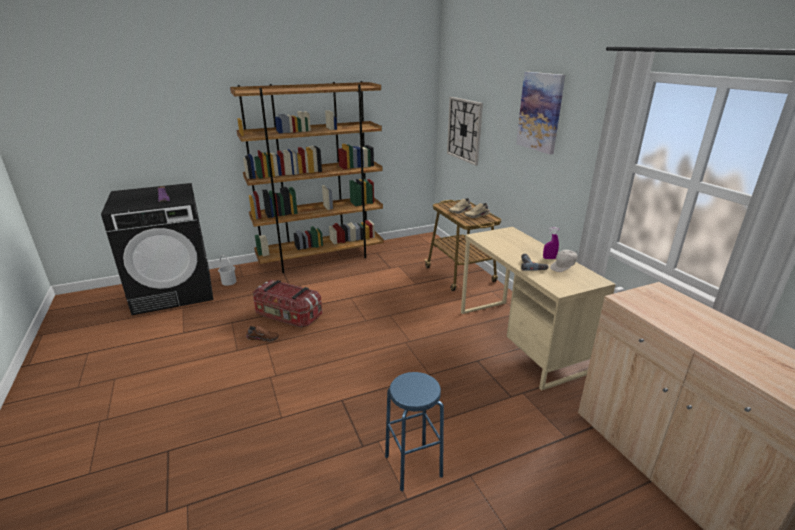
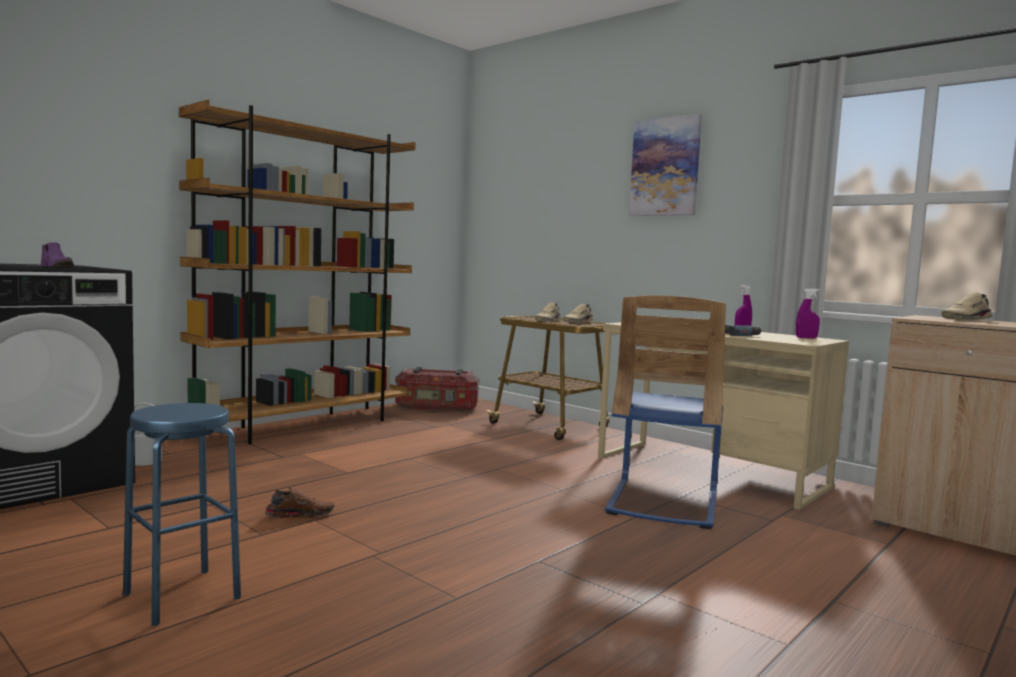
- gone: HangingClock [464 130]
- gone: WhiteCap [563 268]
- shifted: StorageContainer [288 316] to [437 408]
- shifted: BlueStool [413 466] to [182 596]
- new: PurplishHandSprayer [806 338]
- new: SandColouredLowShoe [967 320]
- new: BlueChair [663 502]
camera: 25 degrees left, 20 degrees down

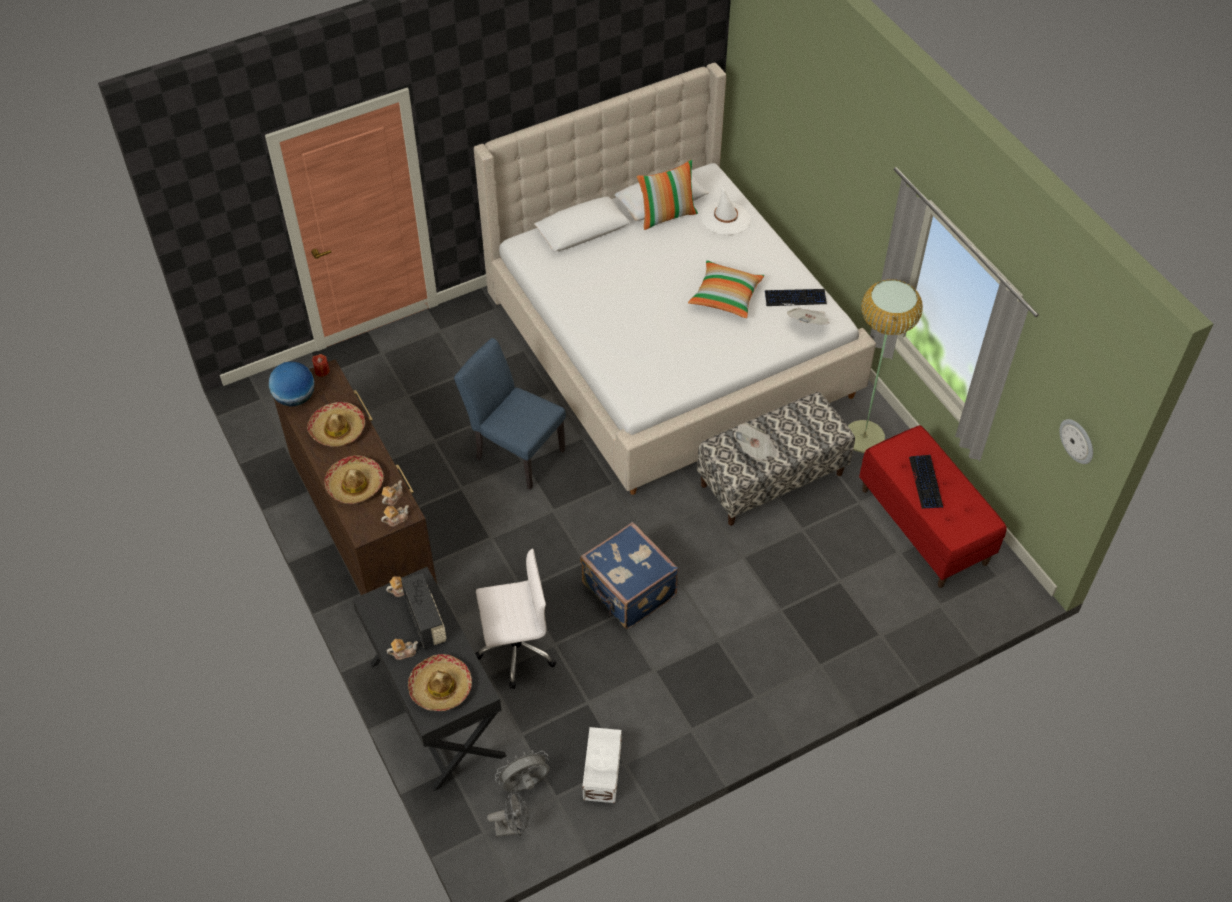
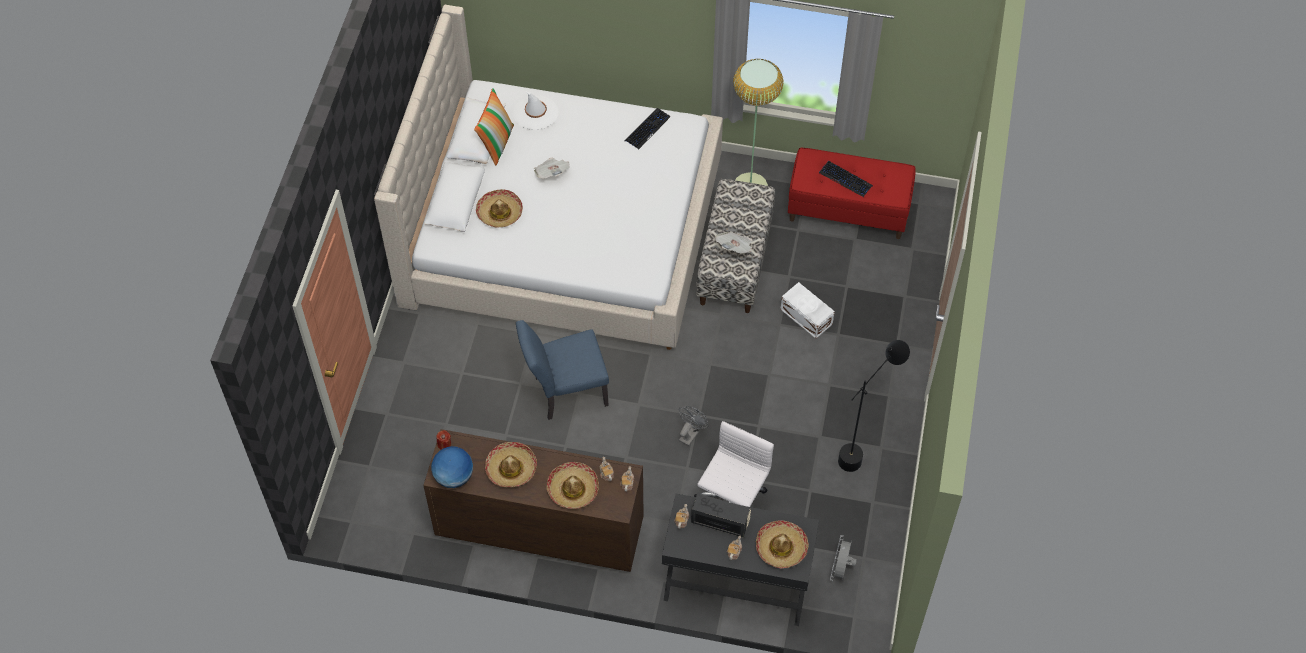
- gone: Cushion [725 296]
- shifted: PrintedPaper [808 324] to [552 173]
- gone: HangingClock [1077 440]
- gone: BlueSuitcase [628 591]
- shifted: WhiteStorageContainer [601 772] to [806 317]
- shifted: GreyCoolingFan [512 827] to [690 433]
- new: WearableHat [499 213]
- new: BlackFloorLamp [863 449]
camera: 50 degrees left, 5 degrees up

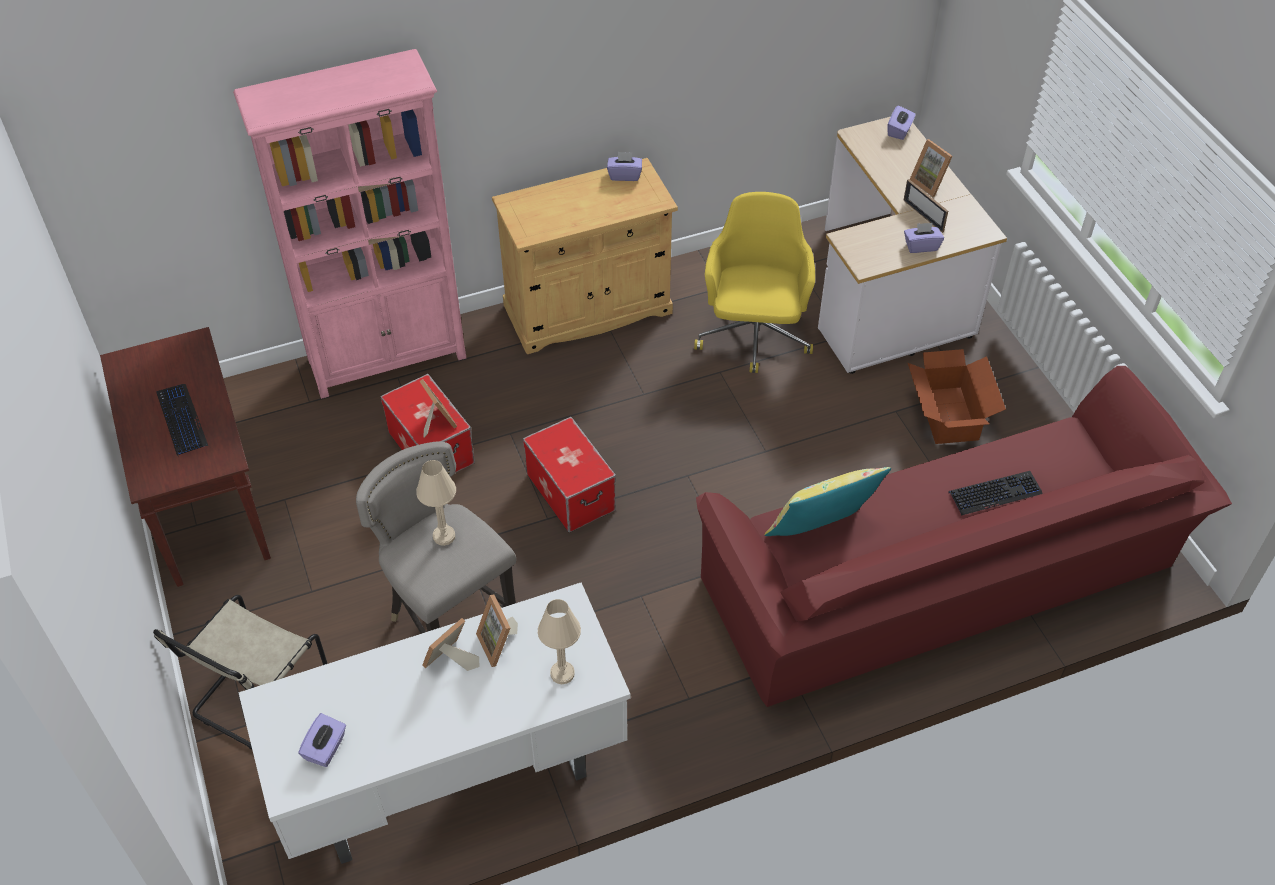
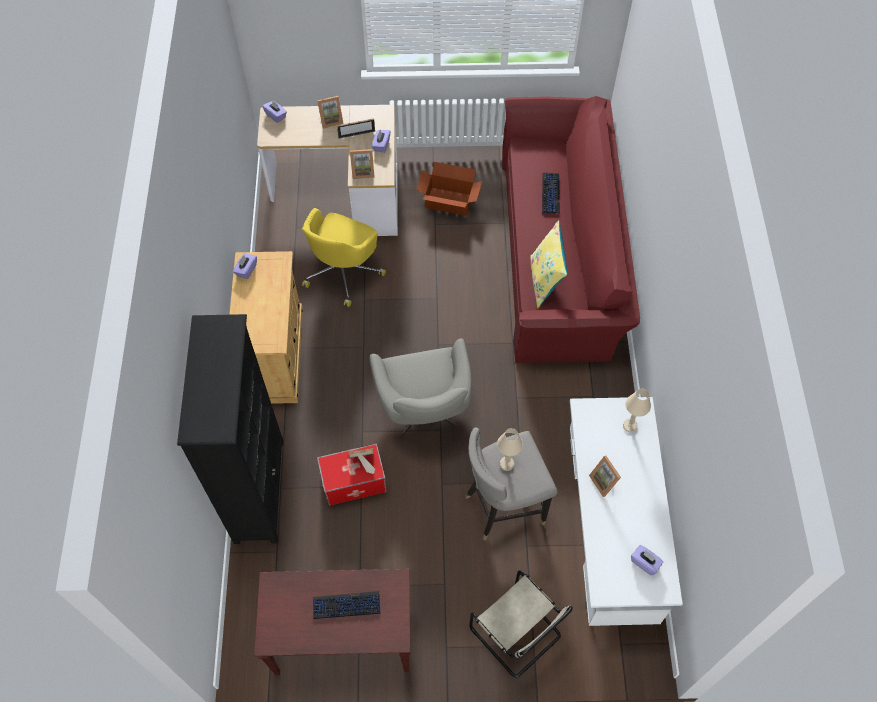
- repainted: PinkColouredBookshelf [388 358] to BlackBookshelf [259 490]
- rotated: YellowColouredComputerChair [754 336] = [343 271] 90 degrees counterclockwise
- swapped: StorageContainer [570 492] to GreyLoungeChair [425 411]
- shifted: StandingFrame [500 644] to [363 171]
camera: 70 degrees left, 10 degrees up

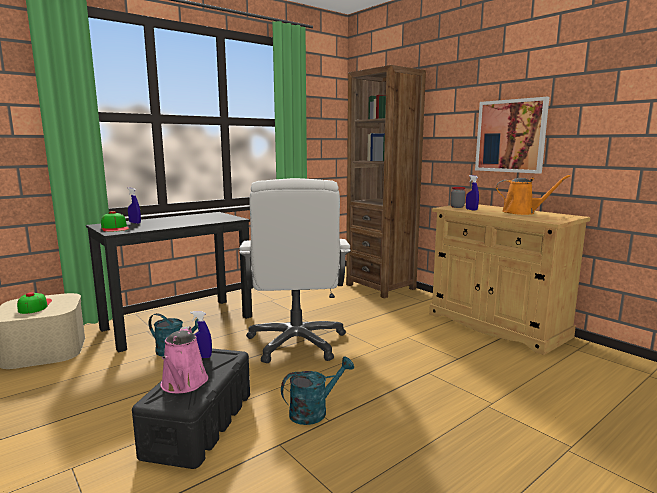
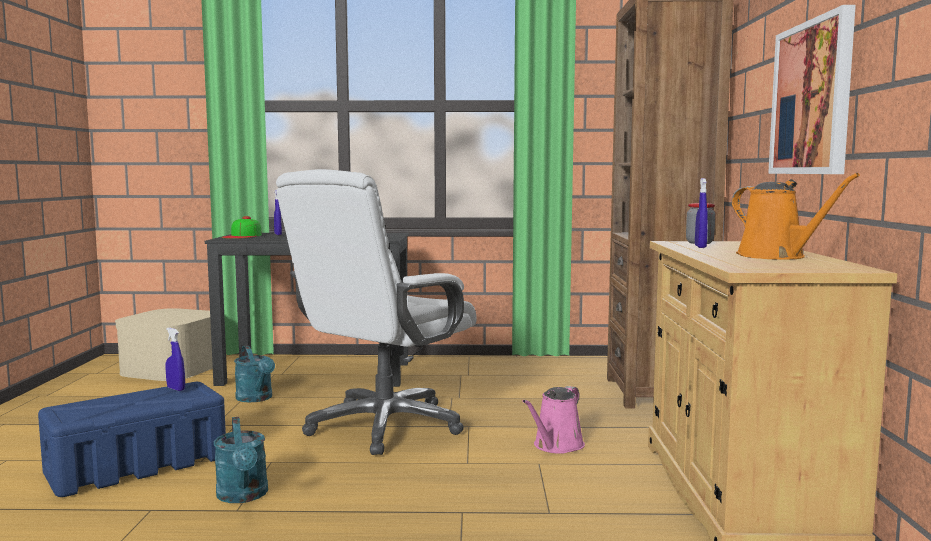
- gone: Cap [34 306]
- shifted: PinkColouredSprinklingCan [183 384] to [556 446]
- repainted: BlackStorageContainer [200 423] to BlueStorageContainer [139 465]
- rotated: TurquoiseSprinklingCan [314 411] = [243 496] 60 degrees clockwise
camera: 40 degrees right, 5 degrees down

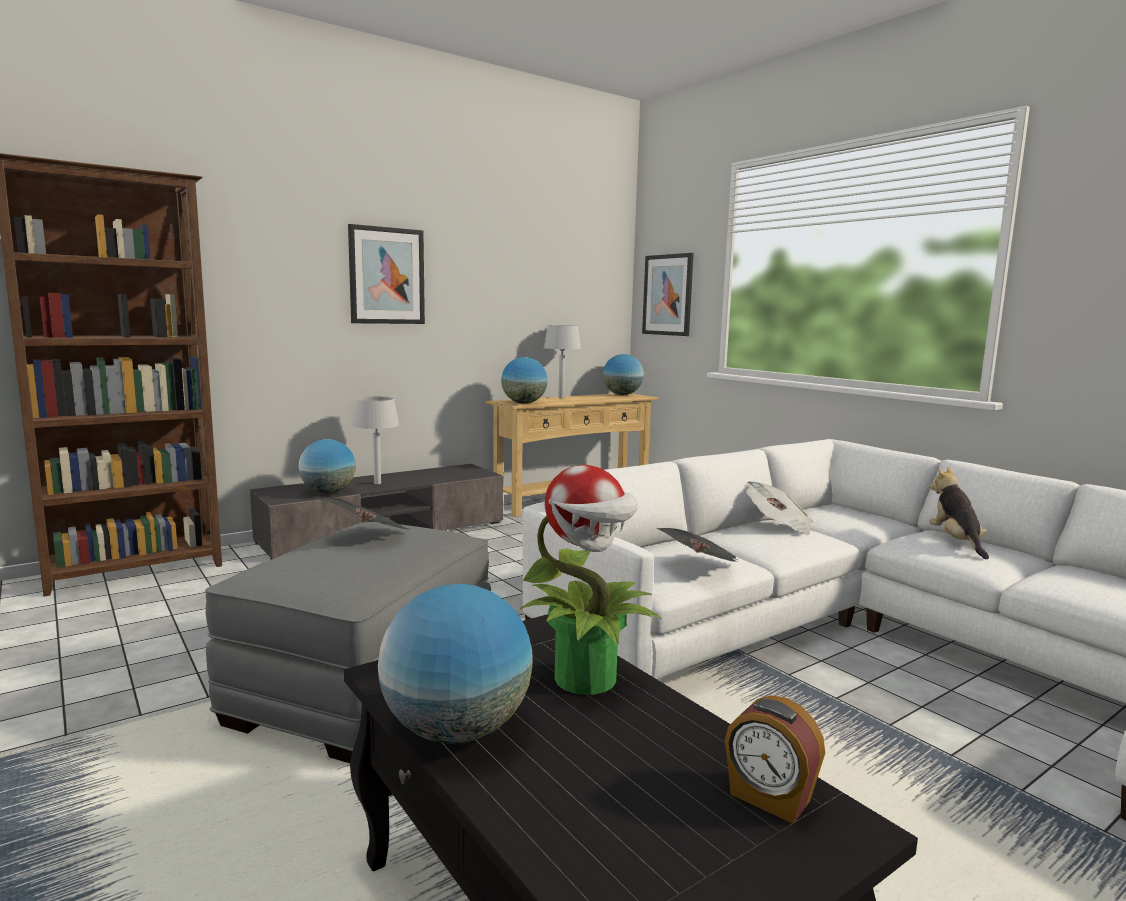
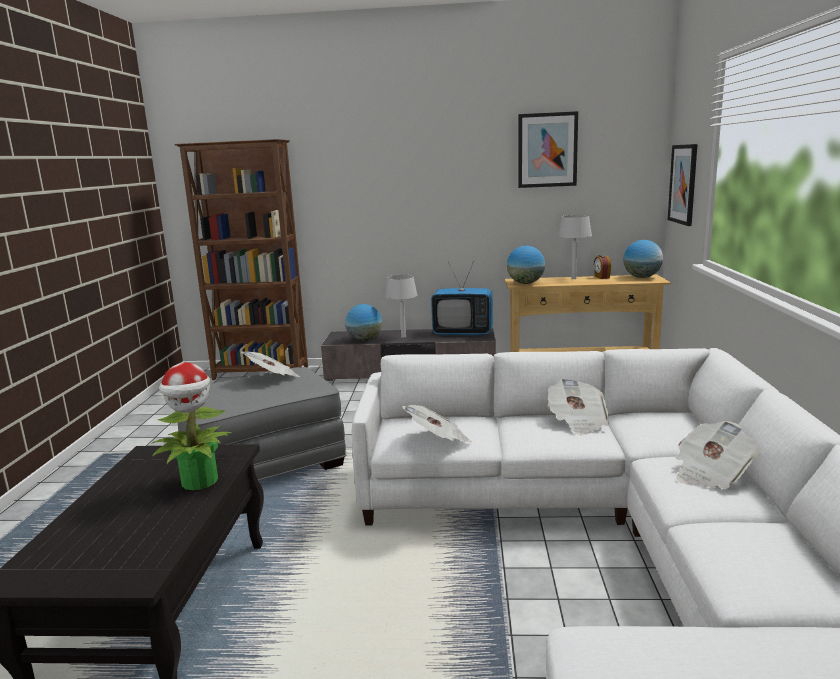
- shifted: Picture [386 276] to [547 150]
- swapped: SoftToy [956 542] to PrintedPaper [710 474]
- gone: WorldGlobe [456 731]
- shifted: BedsideClock [769 798] to [601 277]
- new: Television [463 333]
camera: 40 degrees right, 5 degrees up

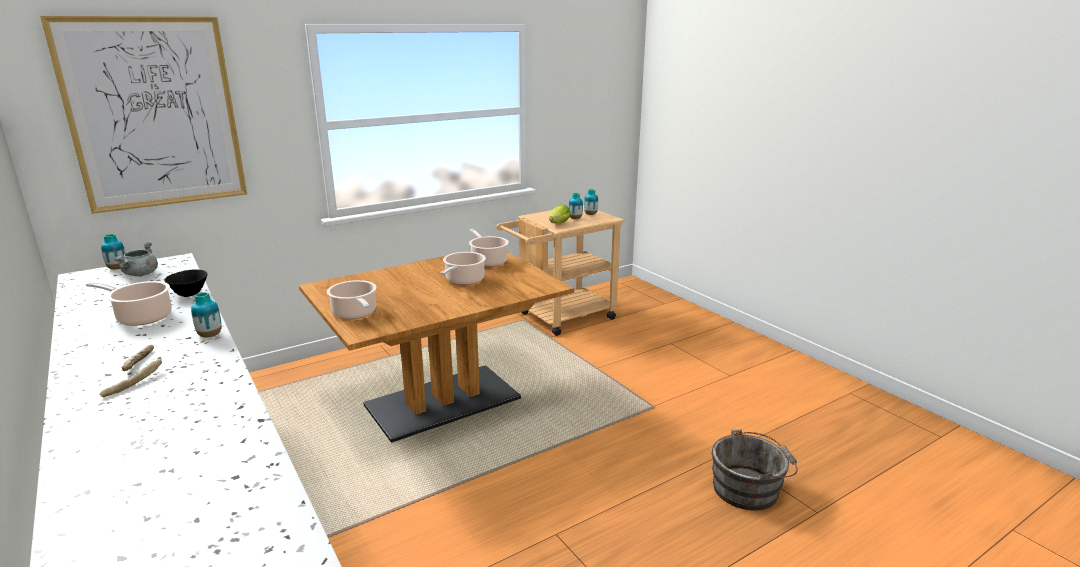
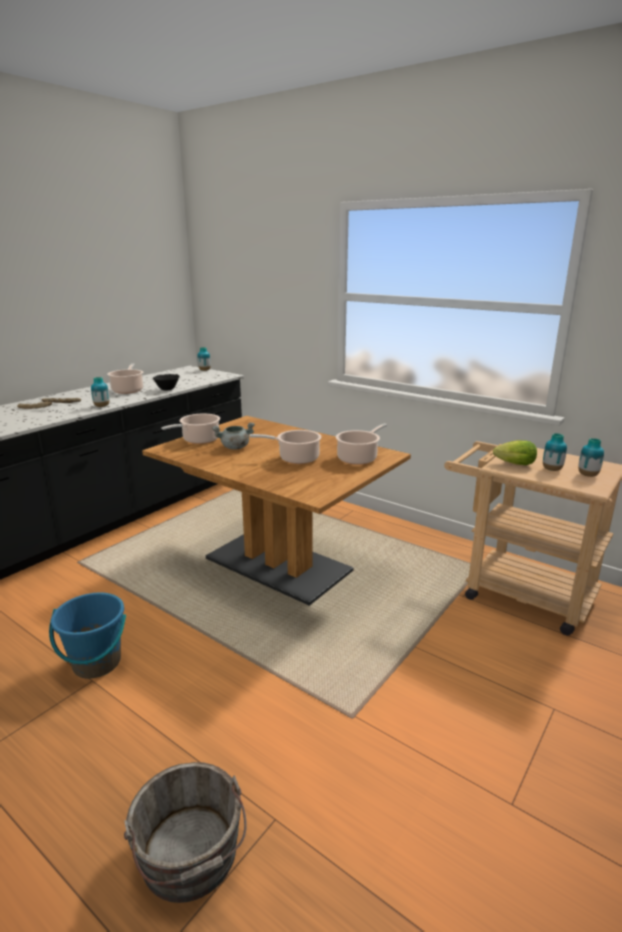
- gone: Picture [154 114]
- shifted: GreyCookingPot [141 274] to [234 447]
- new: BlueWaterBucket [96 663]
camera: 70 degrees right, 0 degrees up

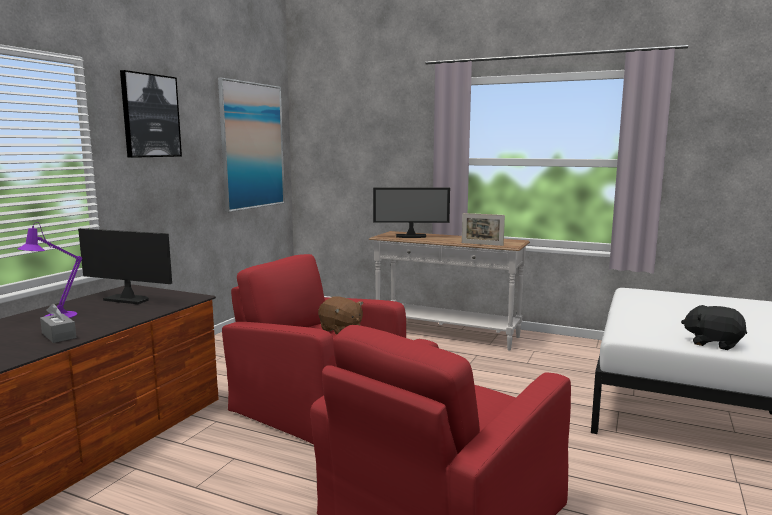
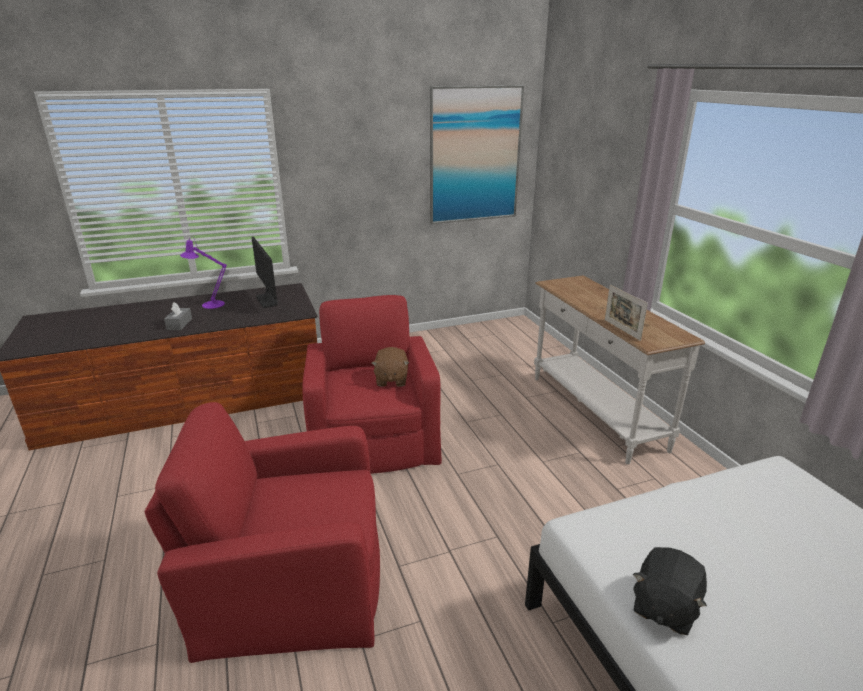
- gone: Picture [150 116]
- gone: ComputerScreen [411 236]
- rotated: BlackSoftToy [713 343] = [664 607] 135 degrees counterclockwise
camera: 45 degrees right, 15 degrees up

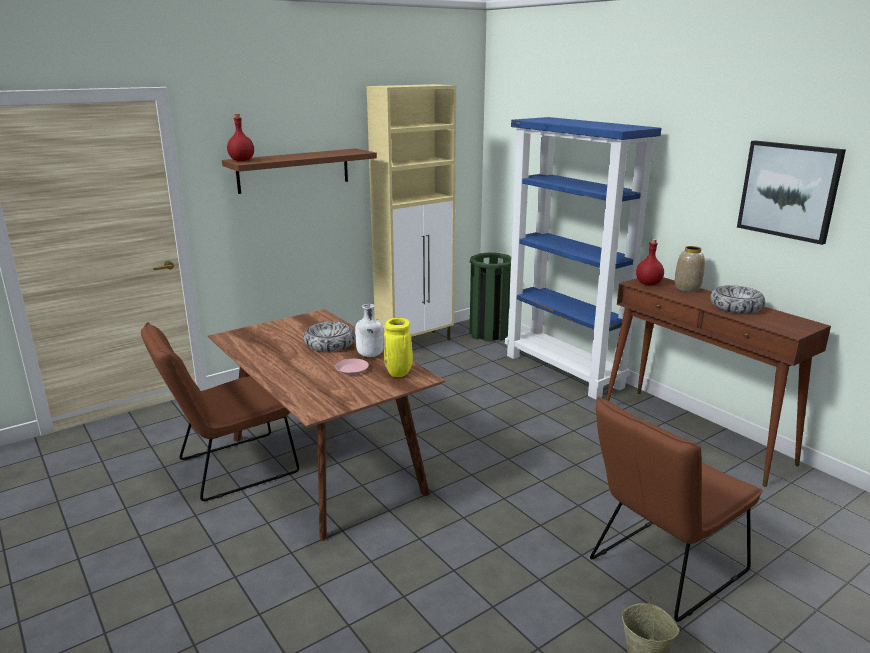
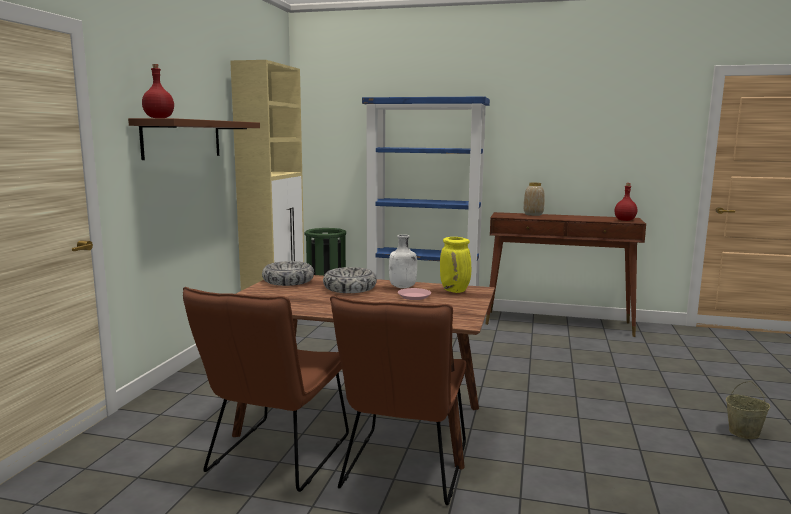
- gone: Picture [789 190]
- shifted: ReddishBeverageBottle [648 284] to [625 220]
- shifted: ServingBowl [736 307] to [288 281]
- shifted: BrownChair [660 569] to [402 471]
camera: 40 degrees left, 10 degrees down

